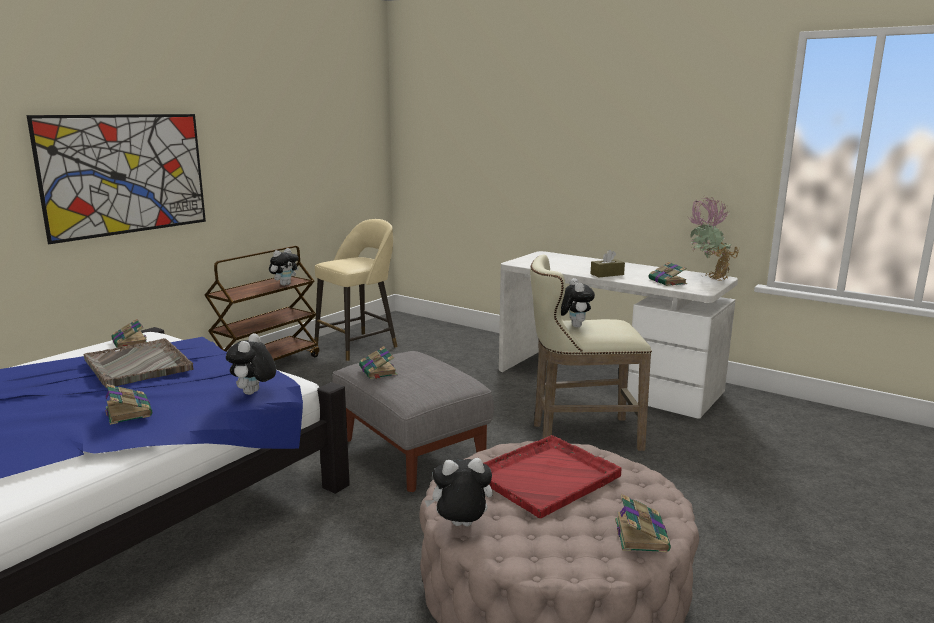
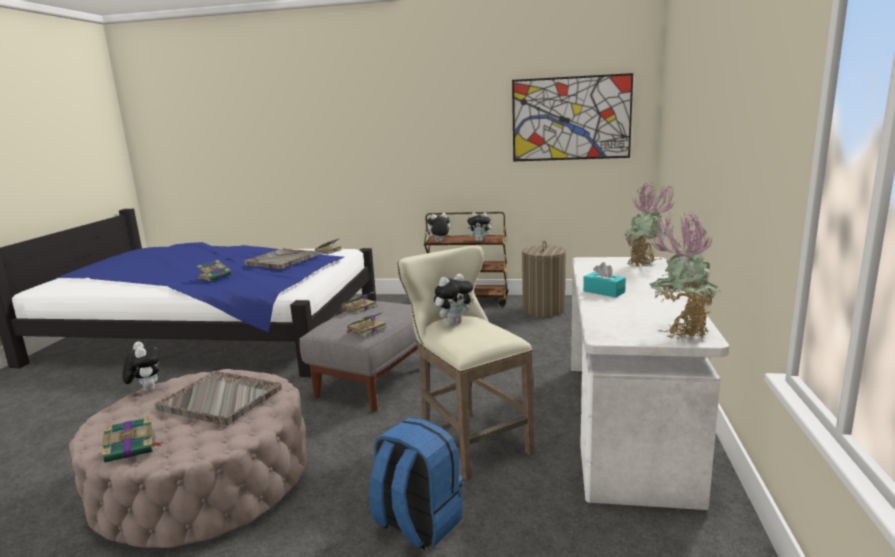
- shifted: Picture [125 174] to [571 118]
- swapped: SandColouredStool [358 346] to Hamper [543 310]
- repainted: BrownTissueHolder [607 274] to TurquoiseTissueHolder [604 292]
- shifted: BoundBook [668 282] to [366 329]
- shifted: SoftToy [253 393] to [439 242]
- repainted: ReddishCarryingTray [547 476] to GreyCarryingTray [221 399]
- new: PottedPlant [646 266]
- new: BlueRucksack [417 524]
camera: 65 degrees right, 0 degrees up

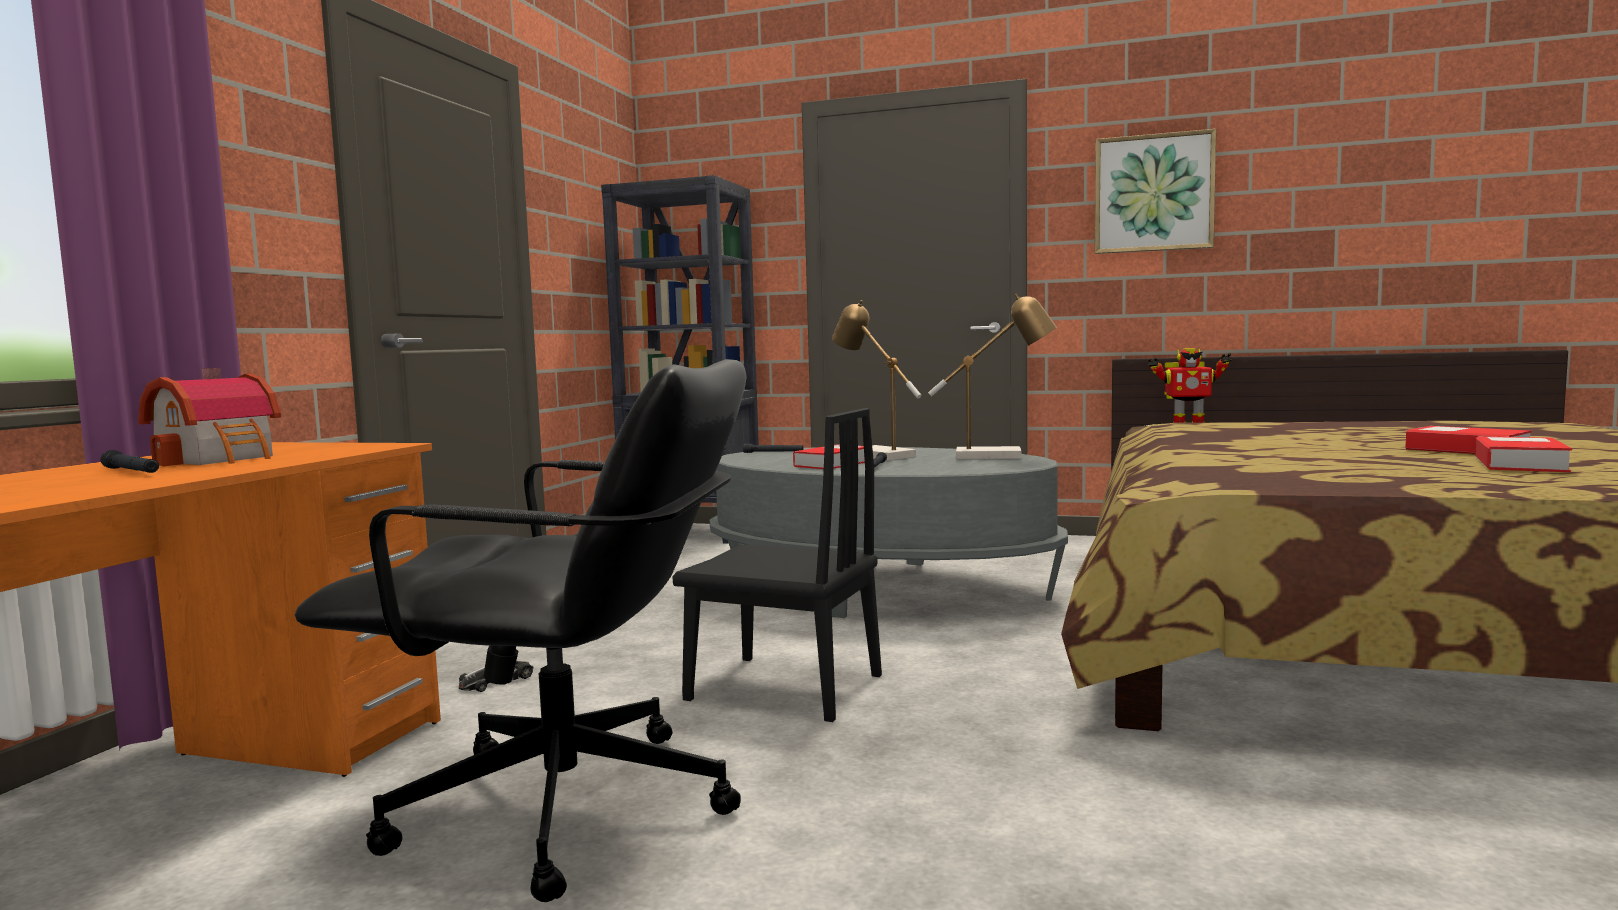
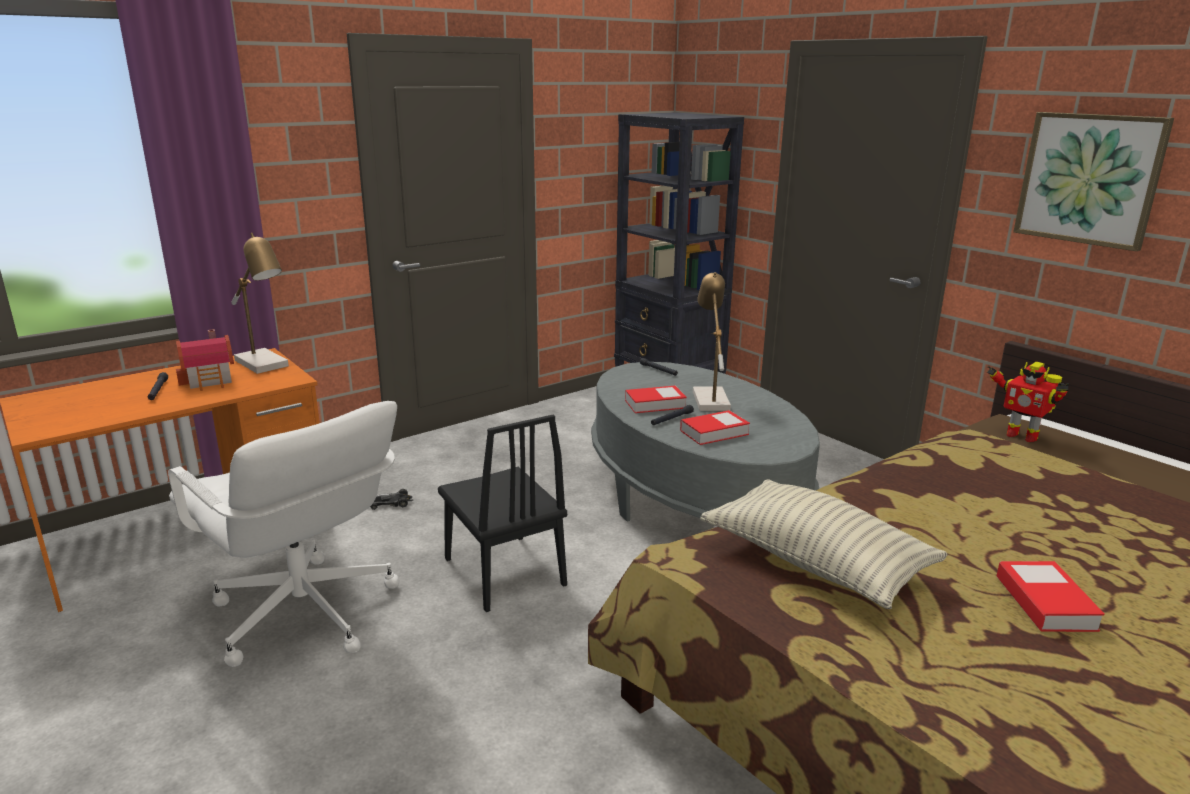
- shifted: TabletopLamp [998 456] to [266 365]
- repainted: BlackComputerChair [568 810] to WhiteComputerChair [304 614]
- shifted: BoundBook [1519 464] to [714 432]
- new: Cushion [816 563]
camera: 35 degrees right, 15 degrees up

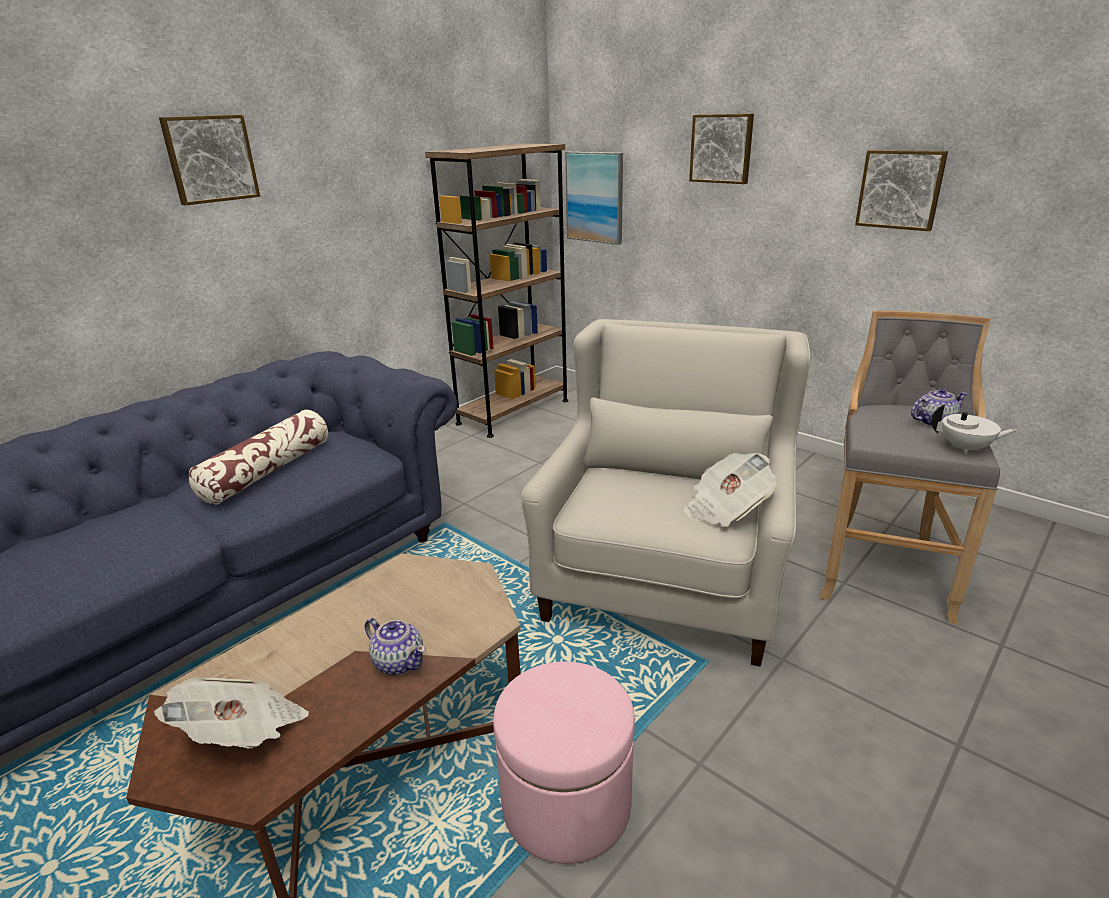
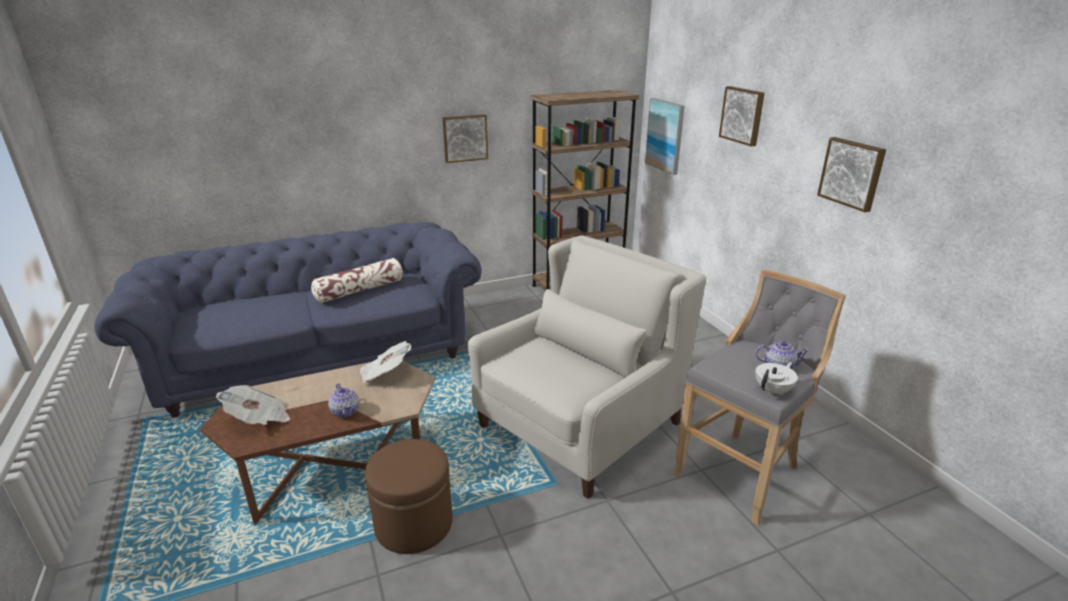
- shifted: Picture [210 159] to [465 138]
- rotated: WhitePotForTea [965 449] = [773 390] 90 degrees counterclockwise
- shifted: PrintedPaper [726 509] to [385 374]
- repainted: PinkColouredFootrest [566 803] to BrownFootrest [413 524]
camera: 25 degrees right, 0 degrees up

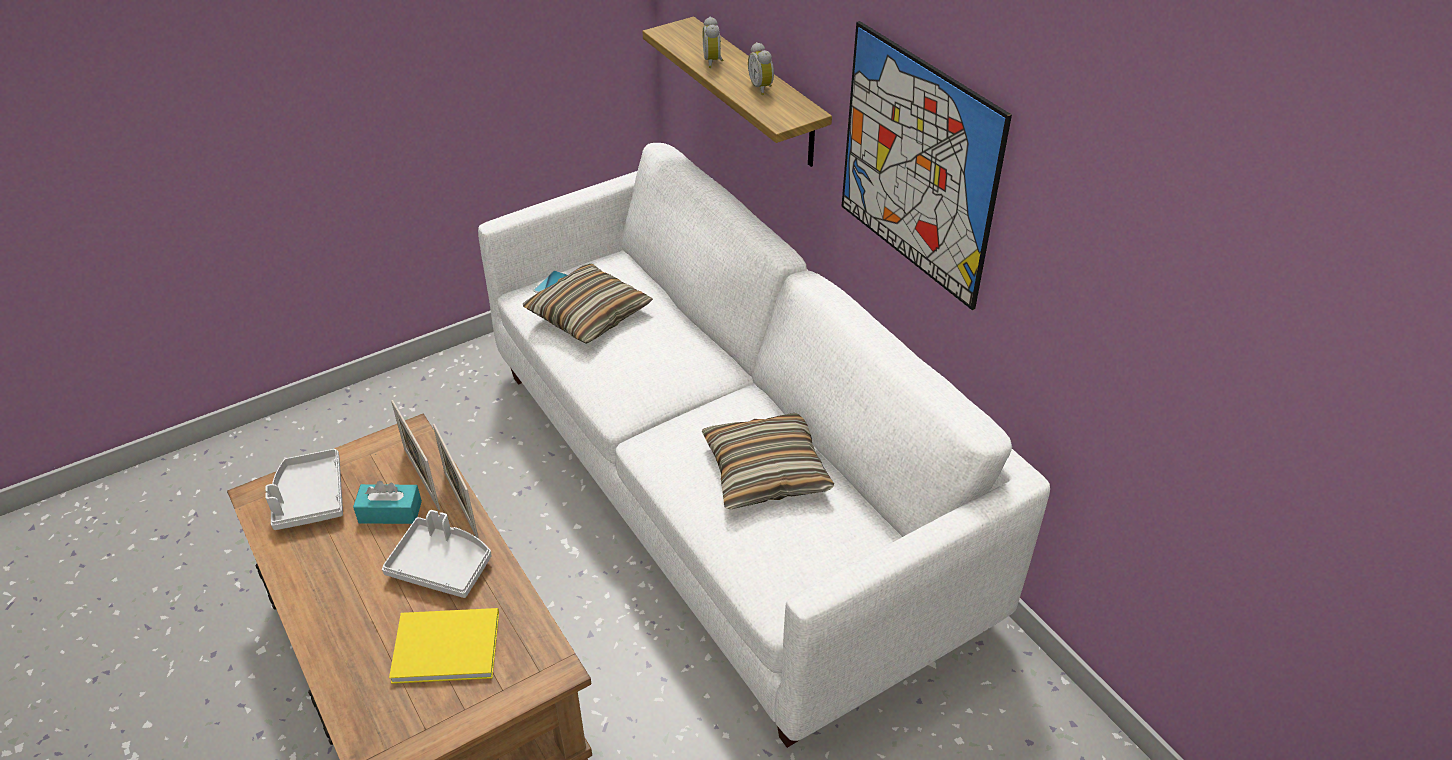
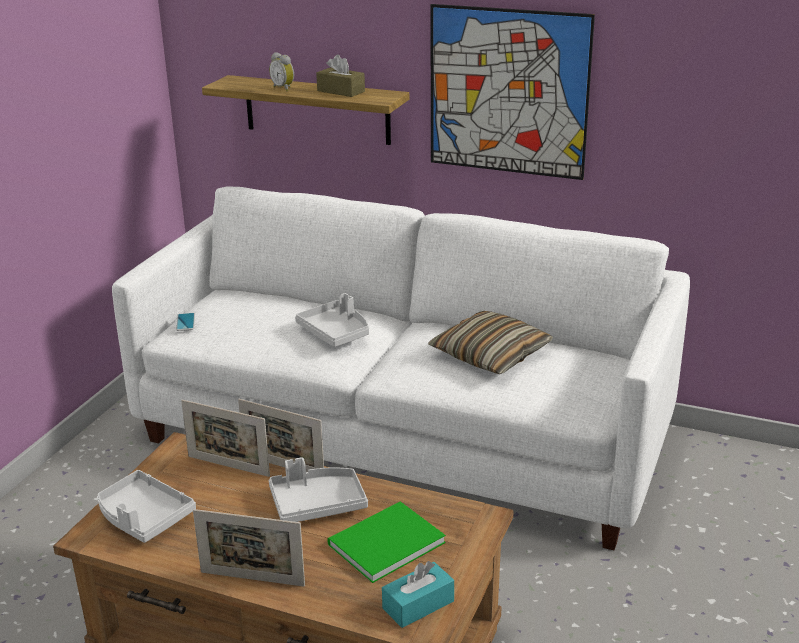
- swapped: BedsideClock [762 88] to BrownTissueHolder [341 91]
- gone: Cushion [589 315]
- shifted: TurquoiseTissueHolder [390 512] to [418 605]
- repainted: YellowColouredBoundBook [443 645] to GreenBoundBook [382 543]
- new: GreyCarryingTray [336 332]
- new: StandingFrame [252 579]
camera: 35 degrees left, 15 degrees down

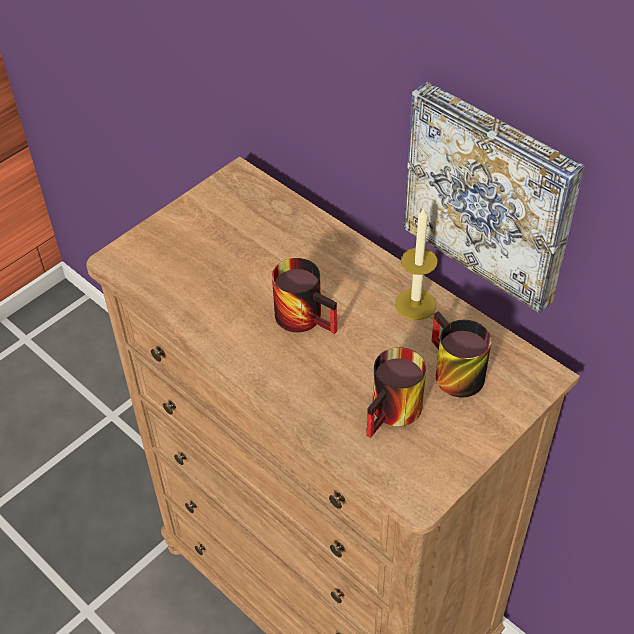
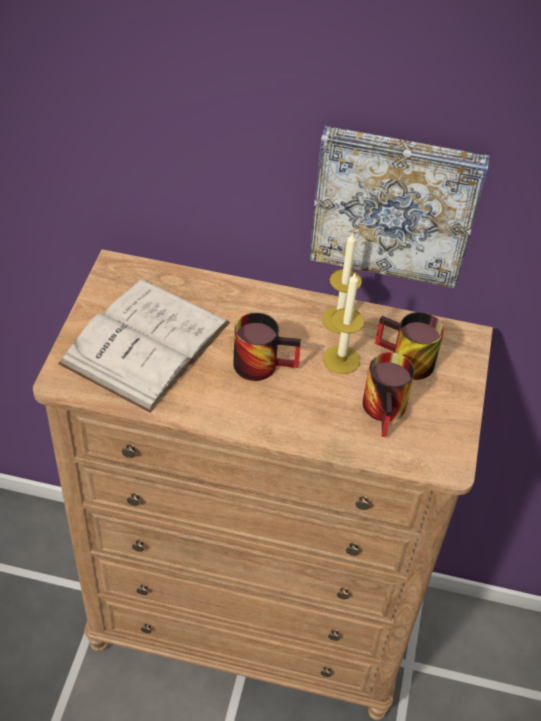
- new: Candle [341 359]
- new: WhiteBoundBook [146 343]
camera: 35 degrees left, 0 degrees up

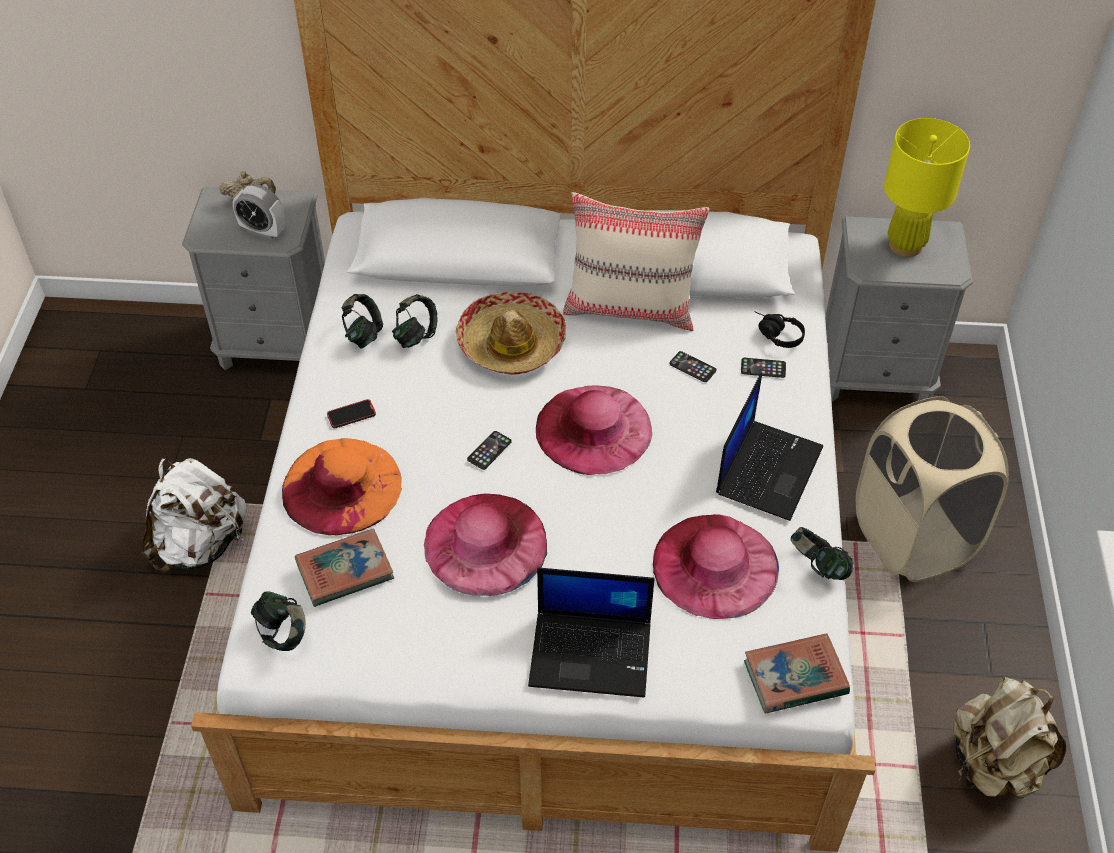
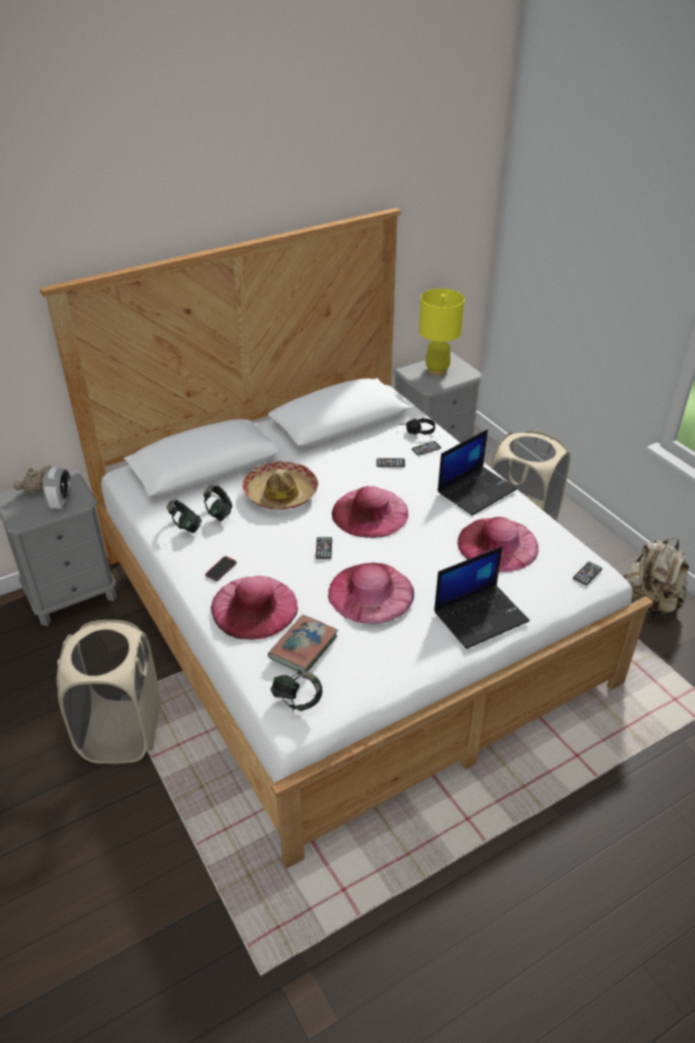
- rotated: BedsideClock [263 231] = [61 502] 75 degrees counterclockwise
- gone: SandColouredCushion [631 308]
- rotated: NotebookComputer [768 469] = [476 490] 60 degrees clockwise
- repainted: OrangeWearableHat [341 486] to PinkColouredWearableHat [254 607]
- swapped: WhiteRucksack [200 544] to SandColouredHamper [121 731]
- gone: Headphones [817 566]
- swapped: BoundBook [795 677] to Phone [587 574]
camera: 35 degrees left, 10 degrees down

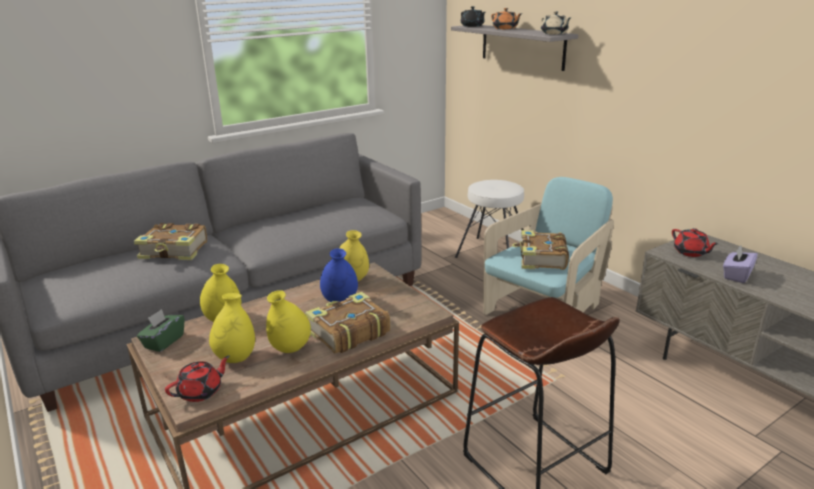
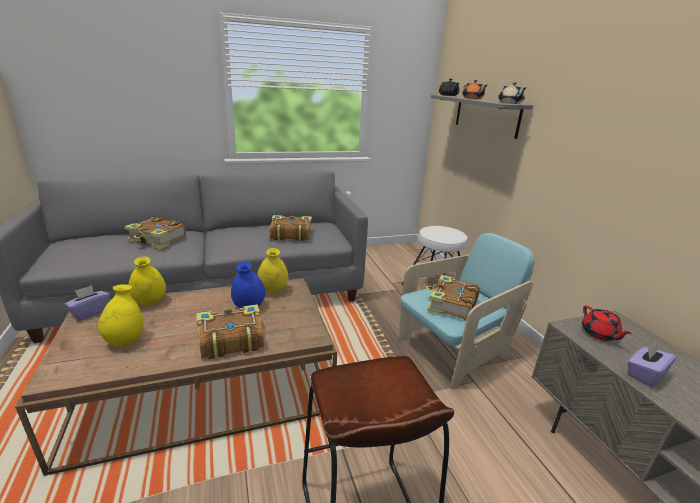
- gone: YellowColouredVase [290 349]
- repainted: GreenTissueHolder [163 342] to PurplishTissueHolder [90 312]
- gone: ReddishPotForTea [201 392]
- new: BoundBook [290 234]
camera: 15 degrees right, 0 degrees up

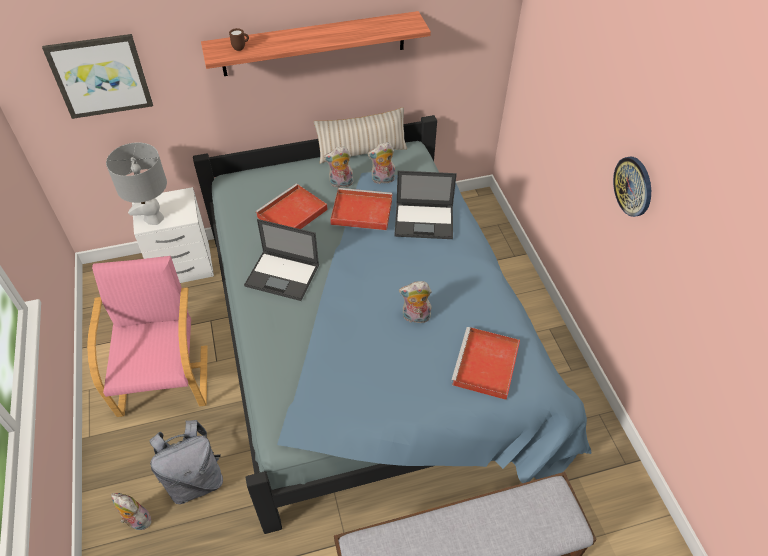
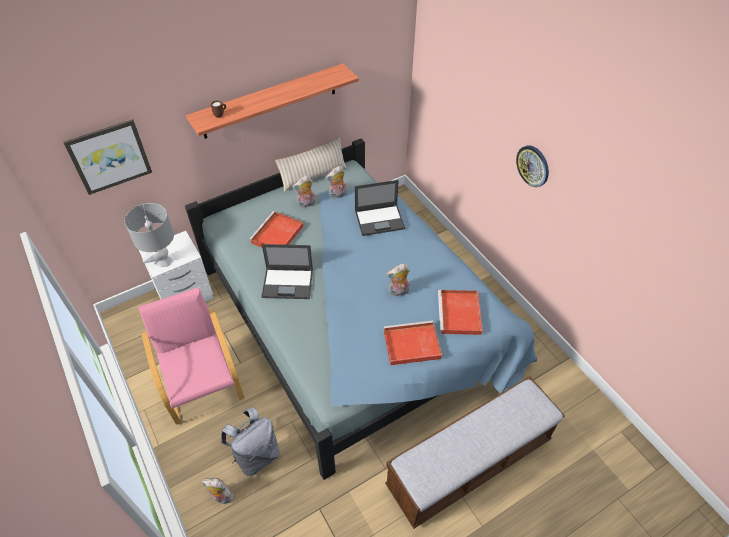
- shifted: ReddishCarryingTray [360 211] to [410 345]
camera: 15 degrees left, 0 degrees up

